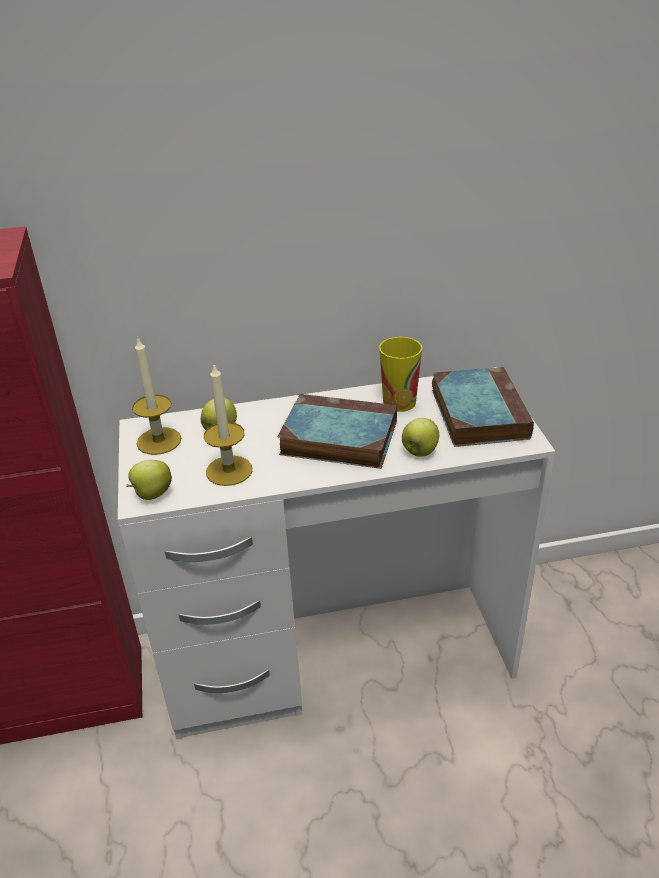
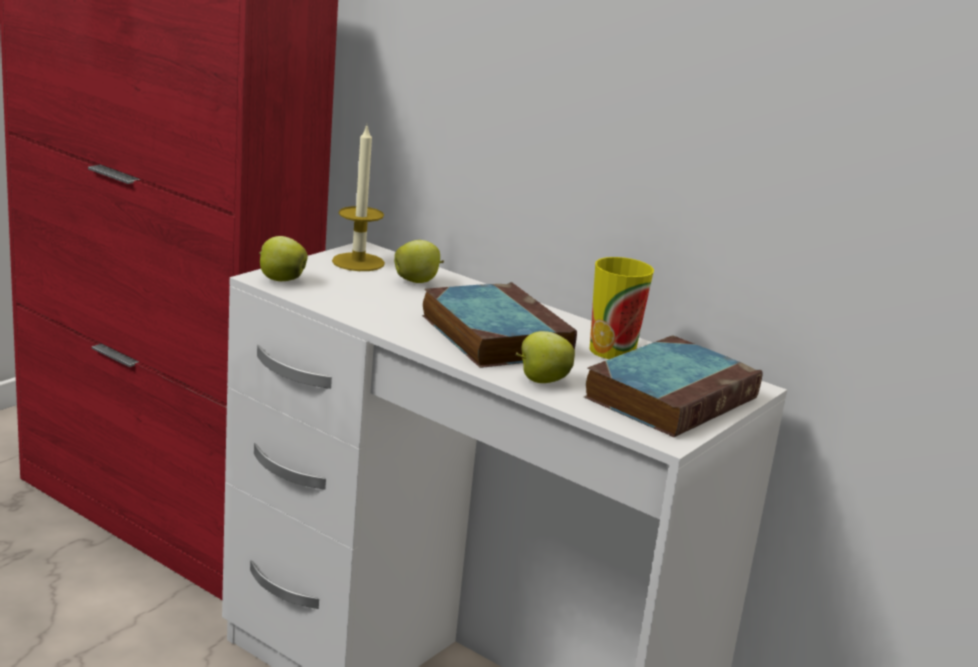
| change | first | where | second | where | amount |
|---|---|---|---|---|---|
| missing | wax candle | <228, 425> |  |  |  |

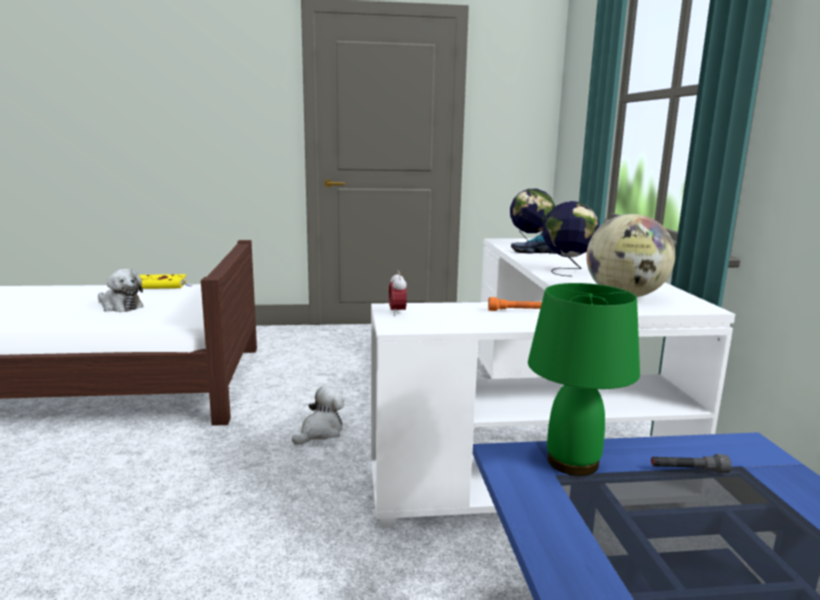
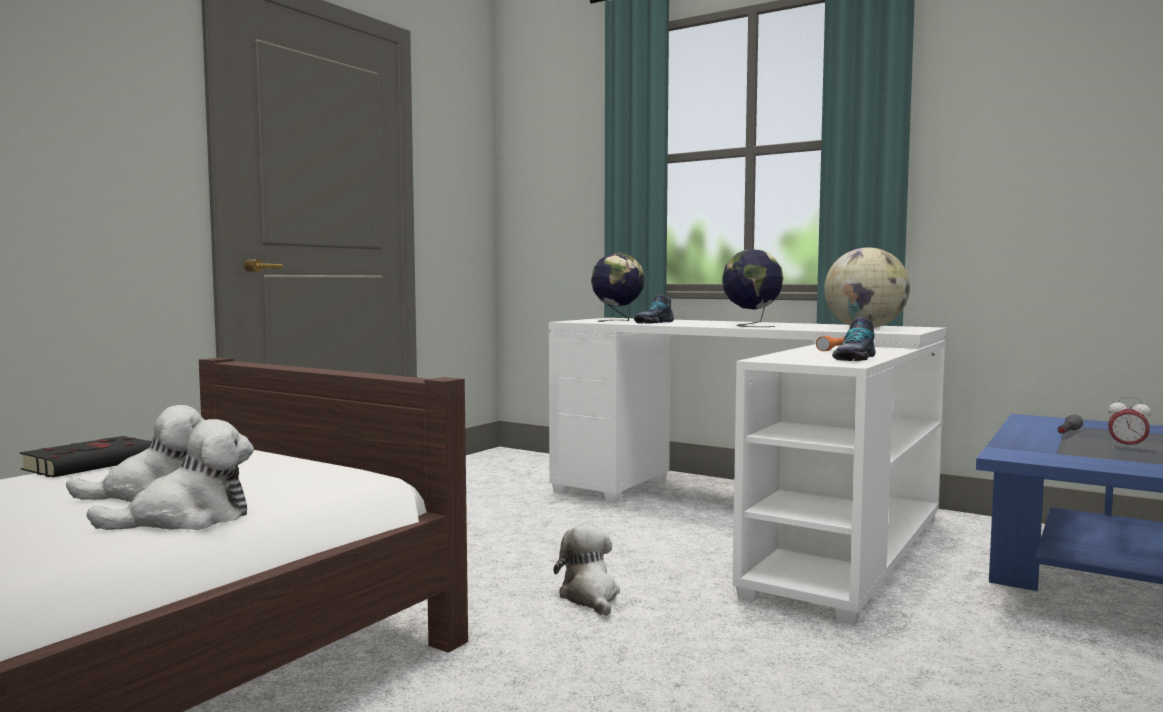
| change | first | where | second | where | amount |
|---|---|---|---|---|---|
| colour | yellow-coloured book | <166, 281> | black-coloured book | <86, 456> |  |
| appeared |  |  | cuddly toy | <170, 474> |  |
| appeared |  |  | low shoe | <854, 339> |  |
| relocated | alarm clock | <398, 293> |  | <1129, 423> |  |
| missing | green-coloured tabletop lamp | <584, 379> |  |  |  |

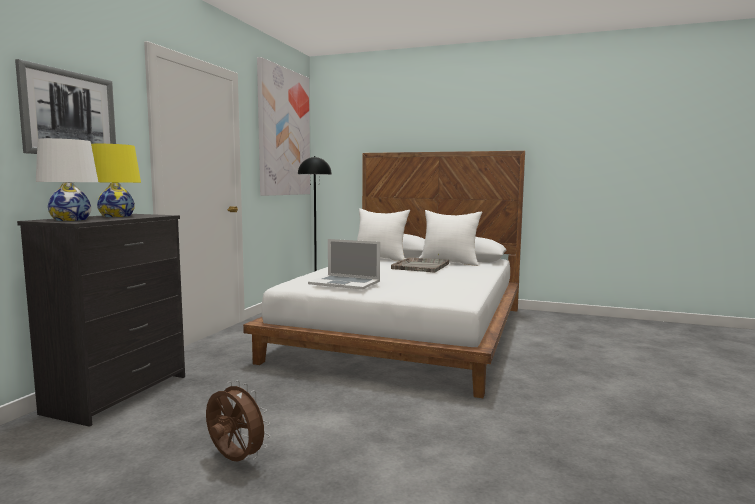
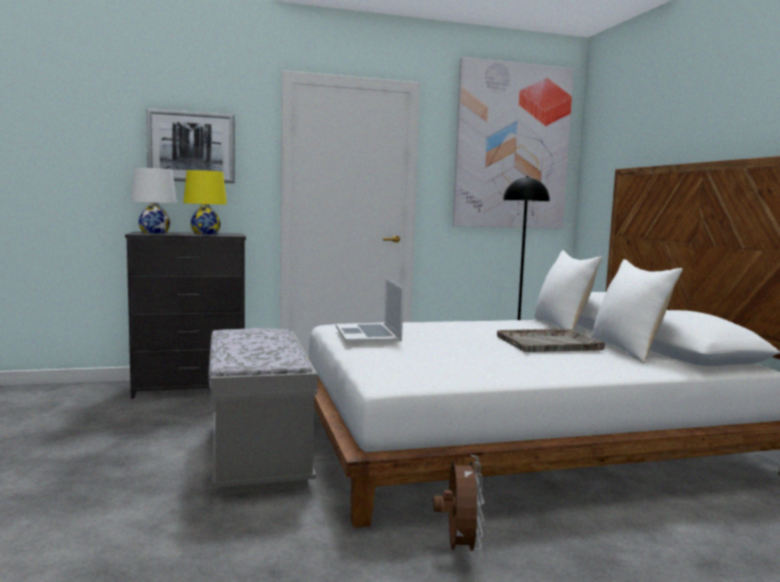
| change | first | where | second | where | amount |
|---|---|---|---|---|---|
| appeared |  |  | greyish bench | <263, 411> |  |
| relocated | brown cooling fan | <238, 421> |  | <458, 506> |  |

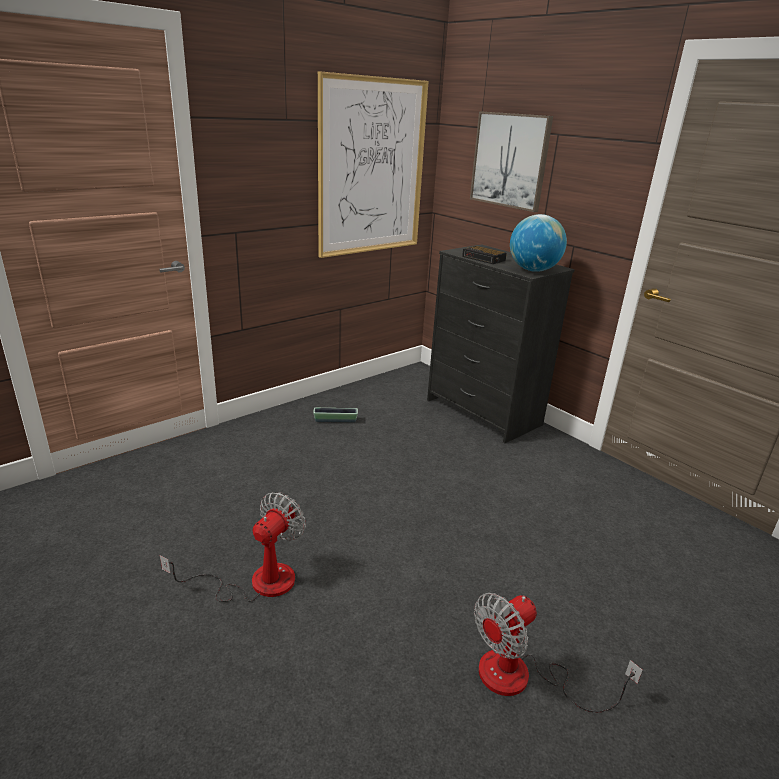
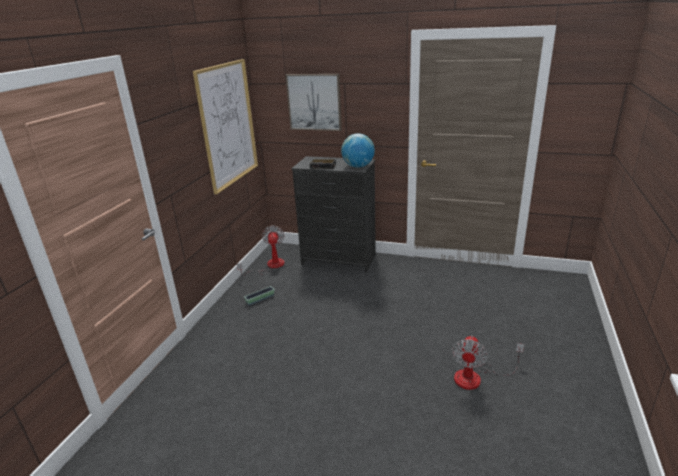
| change | first | where | second | where | amount |
|---|---|---|---|---|---|
| relocated | cooling fan | <232, 547> |  | <261, 250> |  |

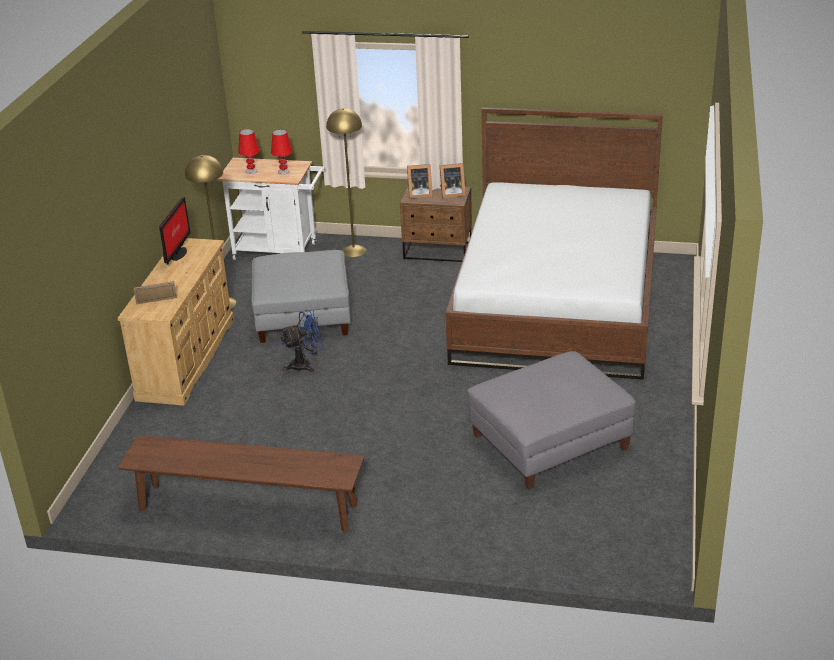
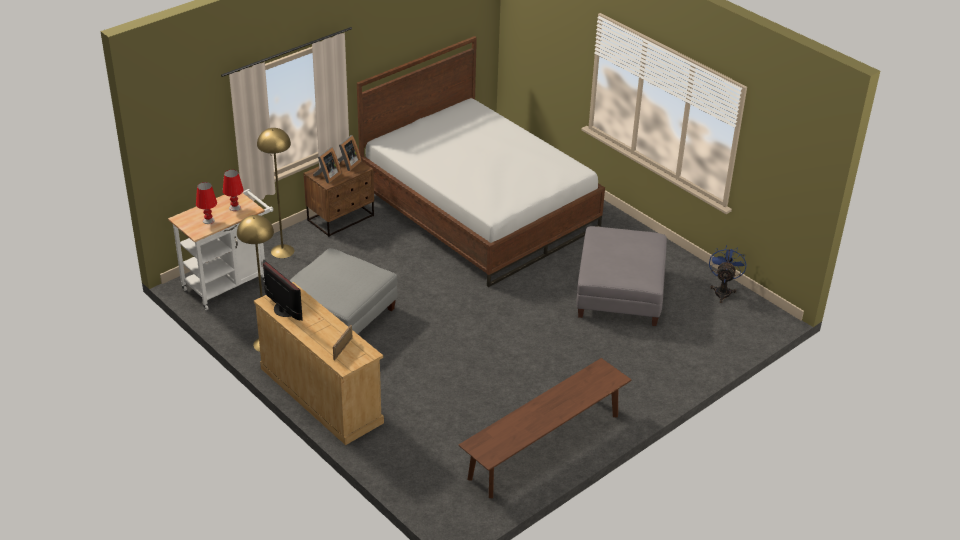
| change | first | where | second | where | amount |
|---|---|---|---|---|---|
| relocated | bluish cooling fan | <302, 341> |  | <728, 274> |  |

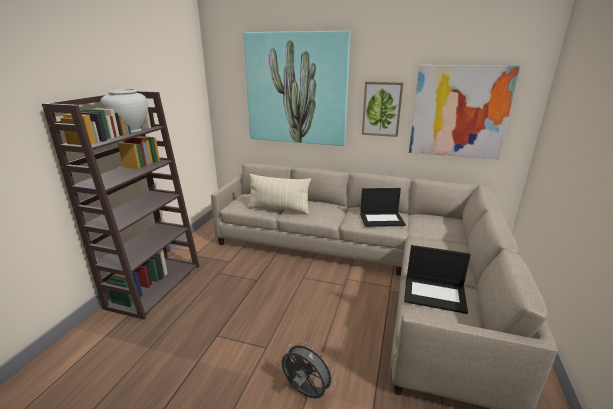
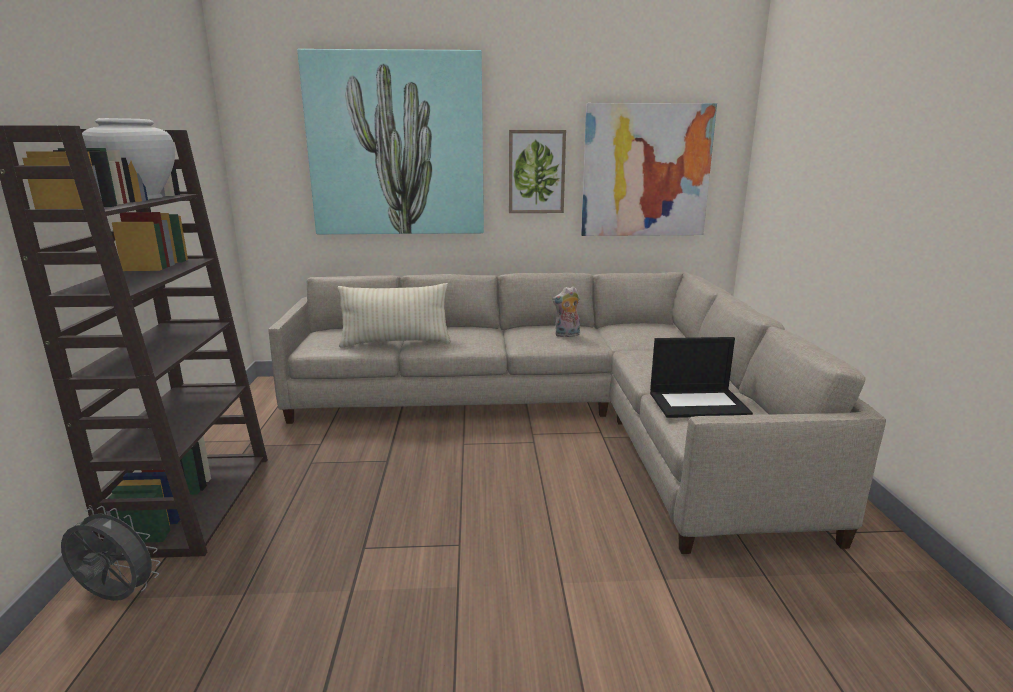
| change | first | where | second | where | amount |
|---|---|---|---|---|---|
| relocated | greyish cooling fan | <308, 370> |  | <110, 553> |  |
| exchanged | notebook computer | <383, 207> | cuddly toy | <566, 311> |  |

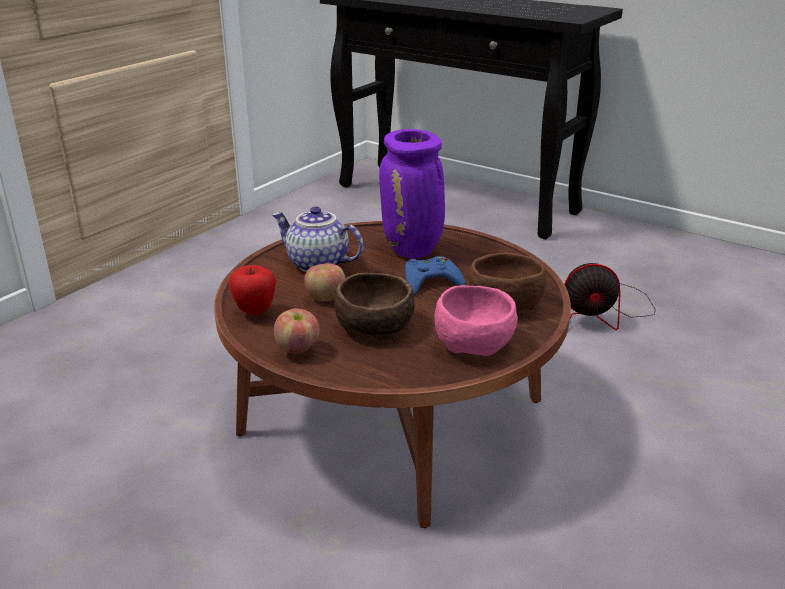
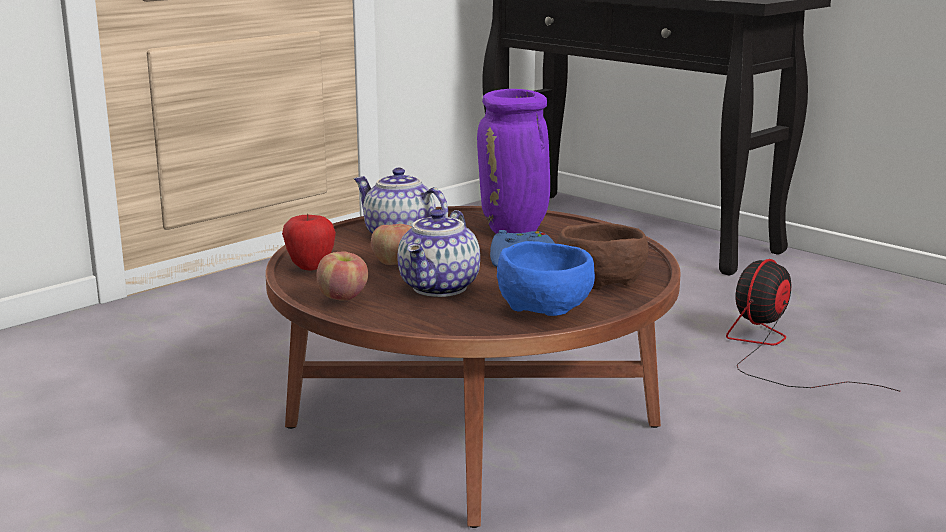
| change | first | where | second | where | amount |
|---|---|---|---|---|---|
| exchanged | brown bowl | <374, 306> | pot for tea | <438, 253> |  |
| colour | pink-coloured bowl | <476, 320> | bluish bowl | <546, 278> |  |
| spun | cooling fan | <610, 296> |  | <813, 325> | 120 degrees clockwise |

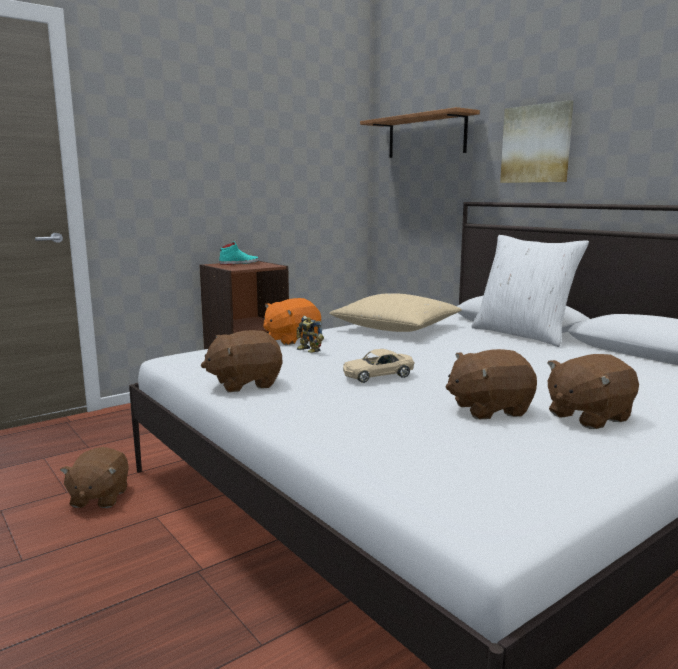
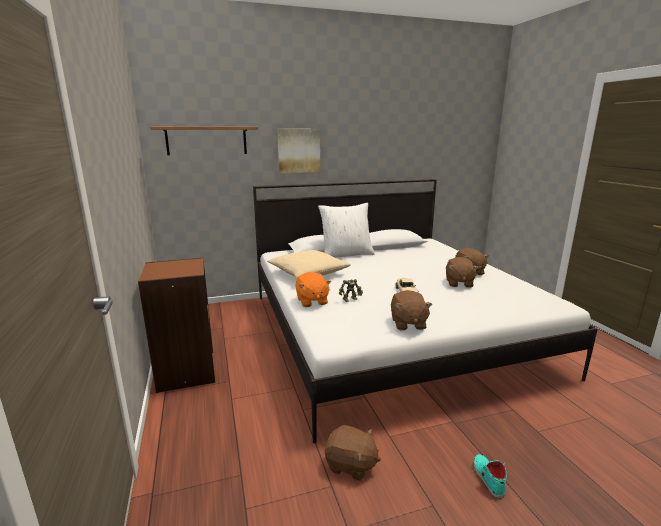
| change | first | where | second | where | amount |
|---|---|---|---|---|---|
| relocated | turquoise-coloured low shoe | <239, 253> |  | <490, 476> |  |

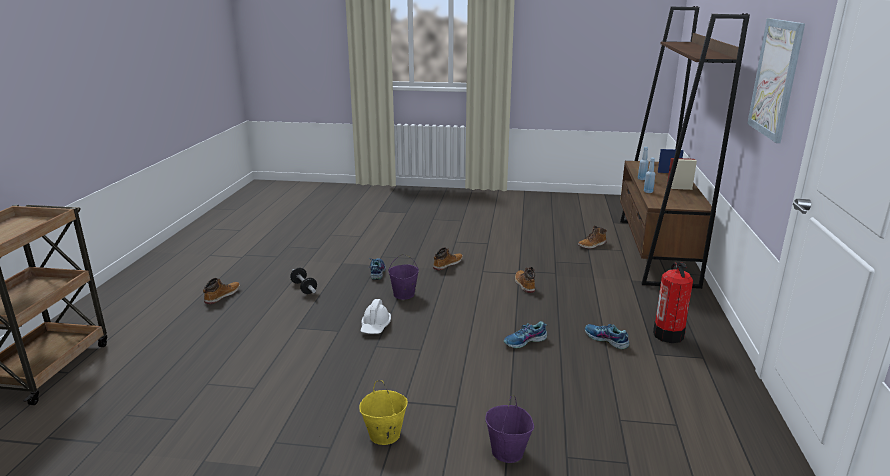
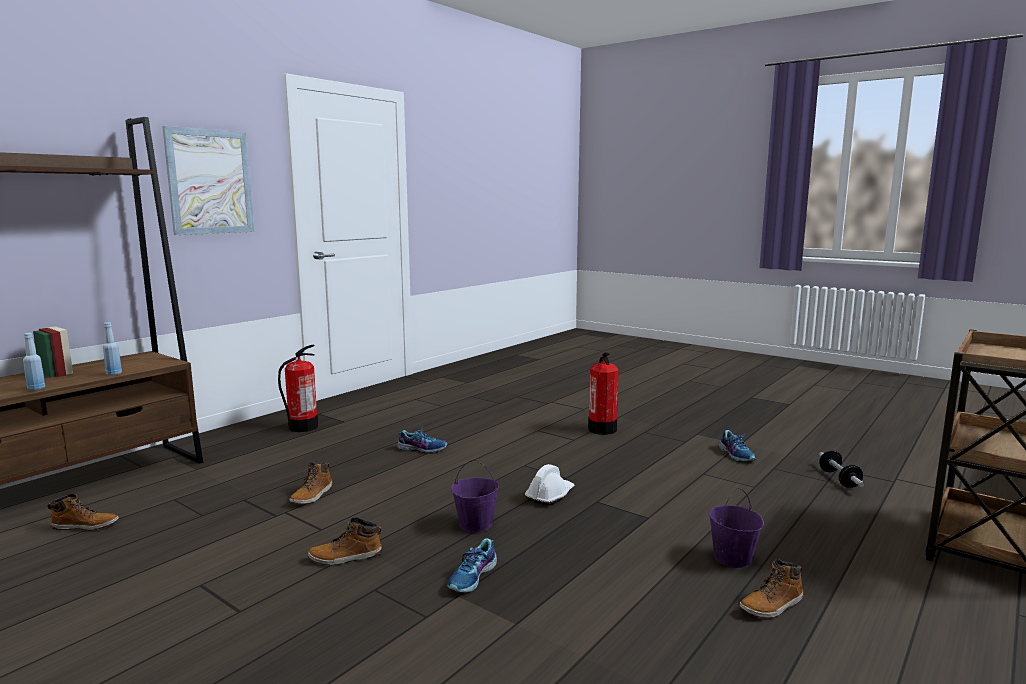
| change | first | where | second | where | amount |
|---|---|---|---|---|---|
| exchanged | yellow-coloured bucket | <383, 412> | fire extinguisher | <603, 394> |  |
| relocated | purplish bucket | <509, 429> |  | <736, 527> |  |
| relocated | low shoe | <607, 336> |  | <737, 446> |  |
| relocated | hand weight | <303, 281> |  | <841, 469> |  |

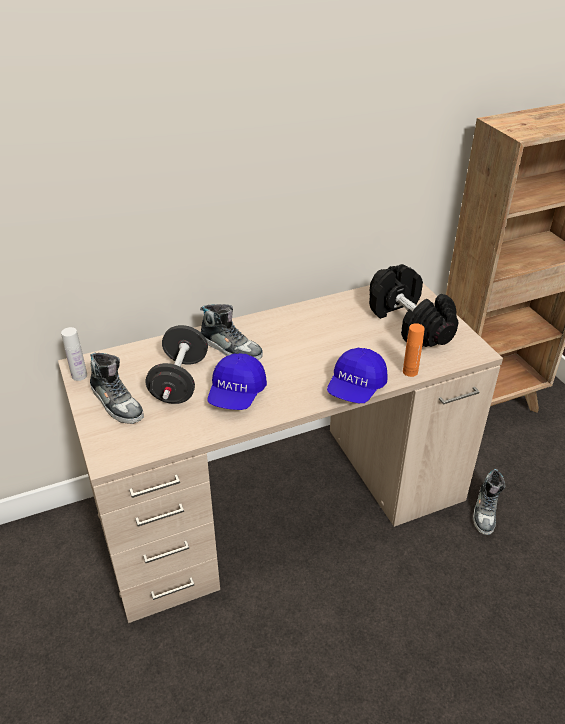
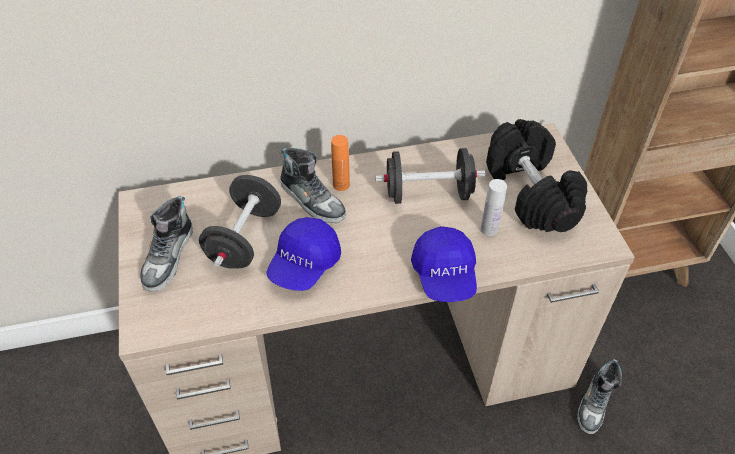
| change | first | where | second | where | amount |
|---|---|---|---|---|---|
| spun | low shoe | <117, 388> |  | <166, 244> | 45 degrees clockwise |
| relocated | orangey drink bottle | <414, 350> |  | <340, 163> |  |
| appeared |  |  | black-coloured hand weight | <430, 176> |  |
| spun | bluish baseball cap | <357, 375> |  | <444, 264> | 45 degrees counterclockwise |
| relocated | white-coloured drink bottle | <74, 354> |  | <494, 207> |  |

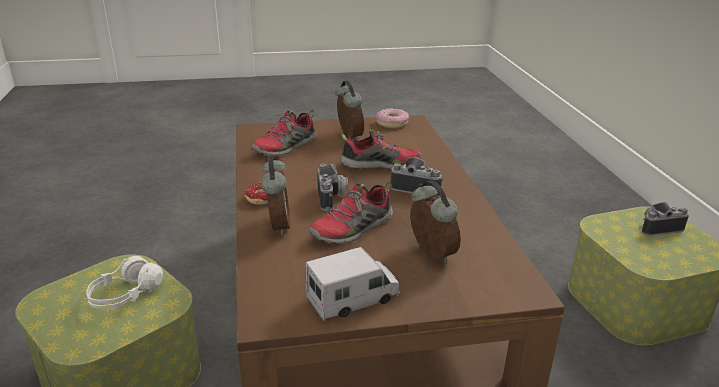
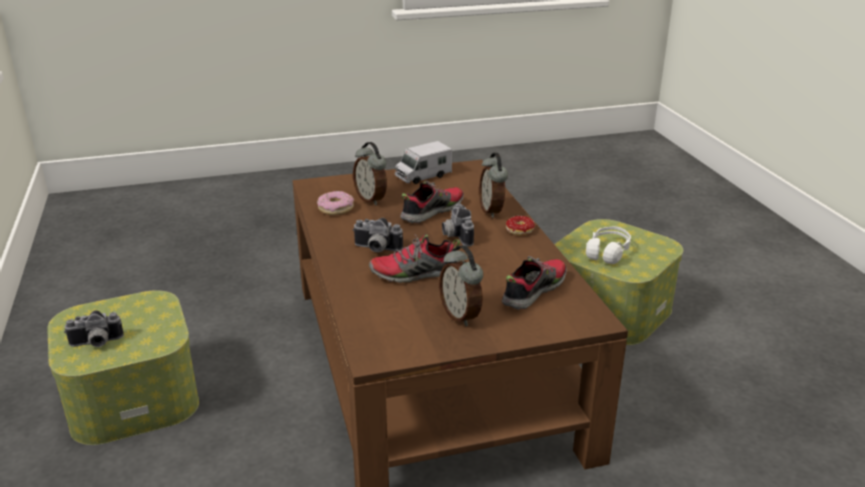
| change | first | where | second | where | amount |
|---|---|---|---|---|---|
| relocated | donut | <392, 118> |  | <335, 203> |  |

